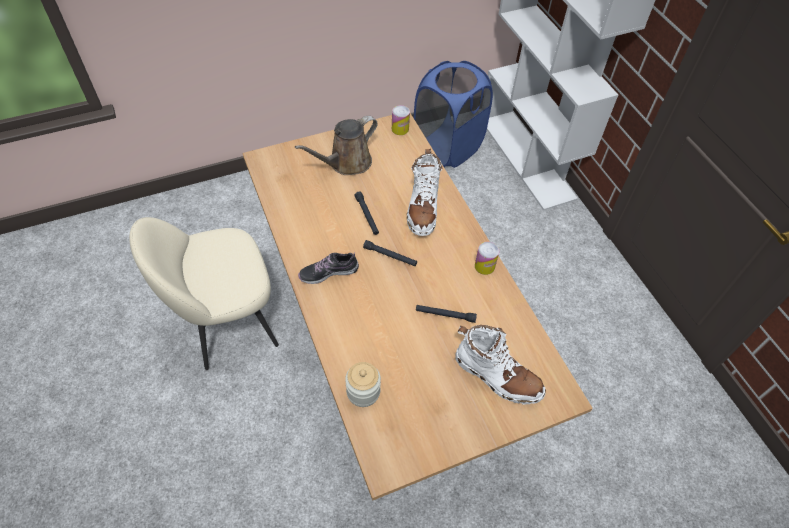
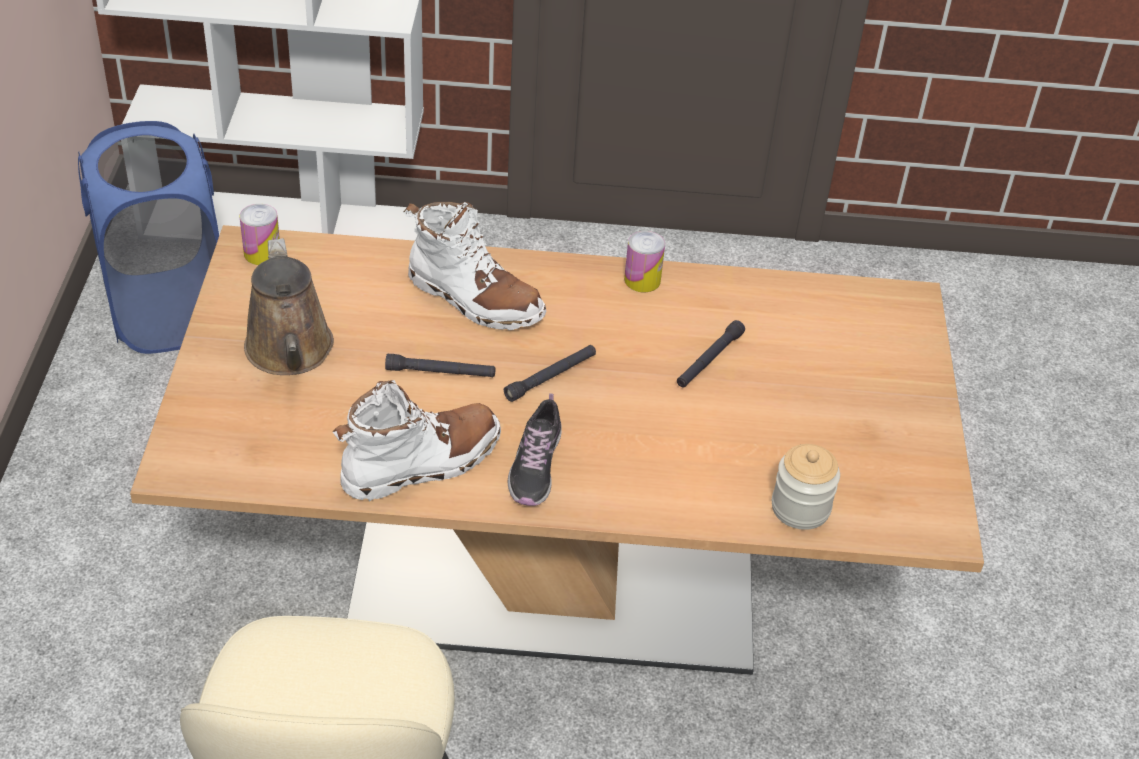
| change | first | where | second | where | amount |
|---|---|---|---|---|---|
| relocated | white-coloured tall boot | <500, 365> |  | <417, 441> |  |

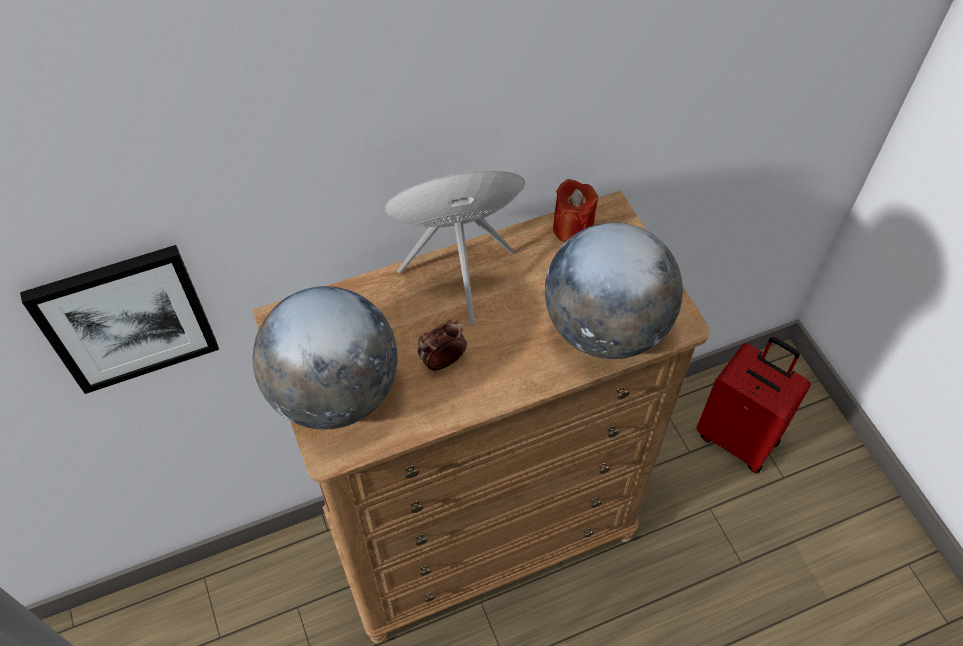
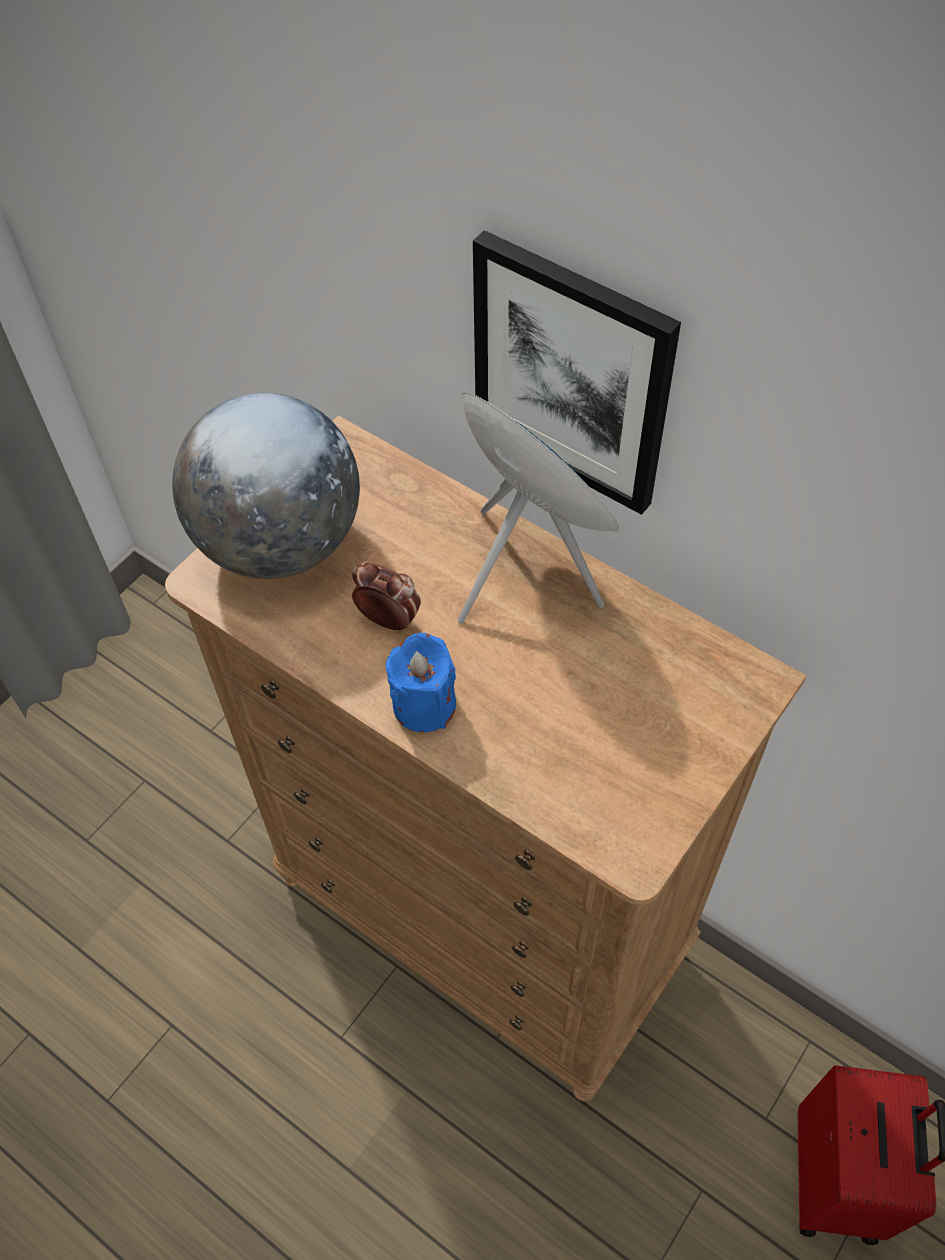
| change | first | where | second | where | amount |
|---|---|---|---|---|---|
| appeared |  |  | bluish wax candle | <420, 682> |  |
| relocated | wall picture | <119, 319> |  | <577, 372> |  |
| missing | globe | <614, 290> |  |  |  |
| missing | red wax candle | <575, 210> |  |  |  |

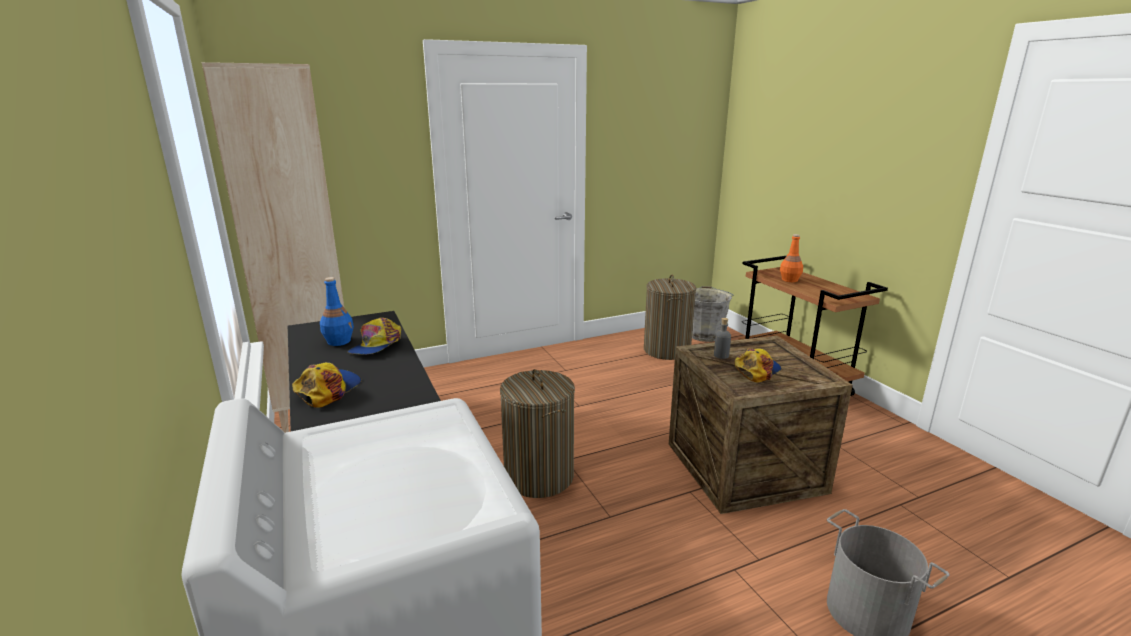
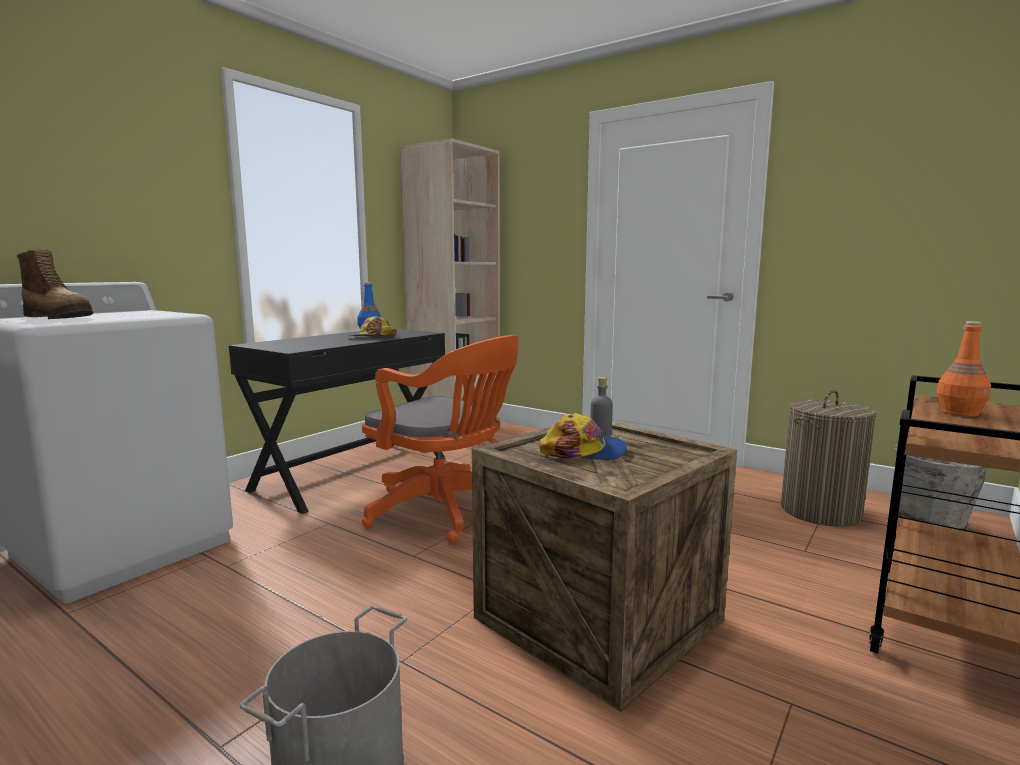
| change | first | where | second | where | amount |
|---|---|---|---|---|---|
| appeared |  |  | tall boot | <55, 284> |  |
| exchanged | laundry basket | <537, 433> | orangey computer chair | <440, 439> |  |
| missing | baseball cap | <326, 385> |  |  |  |

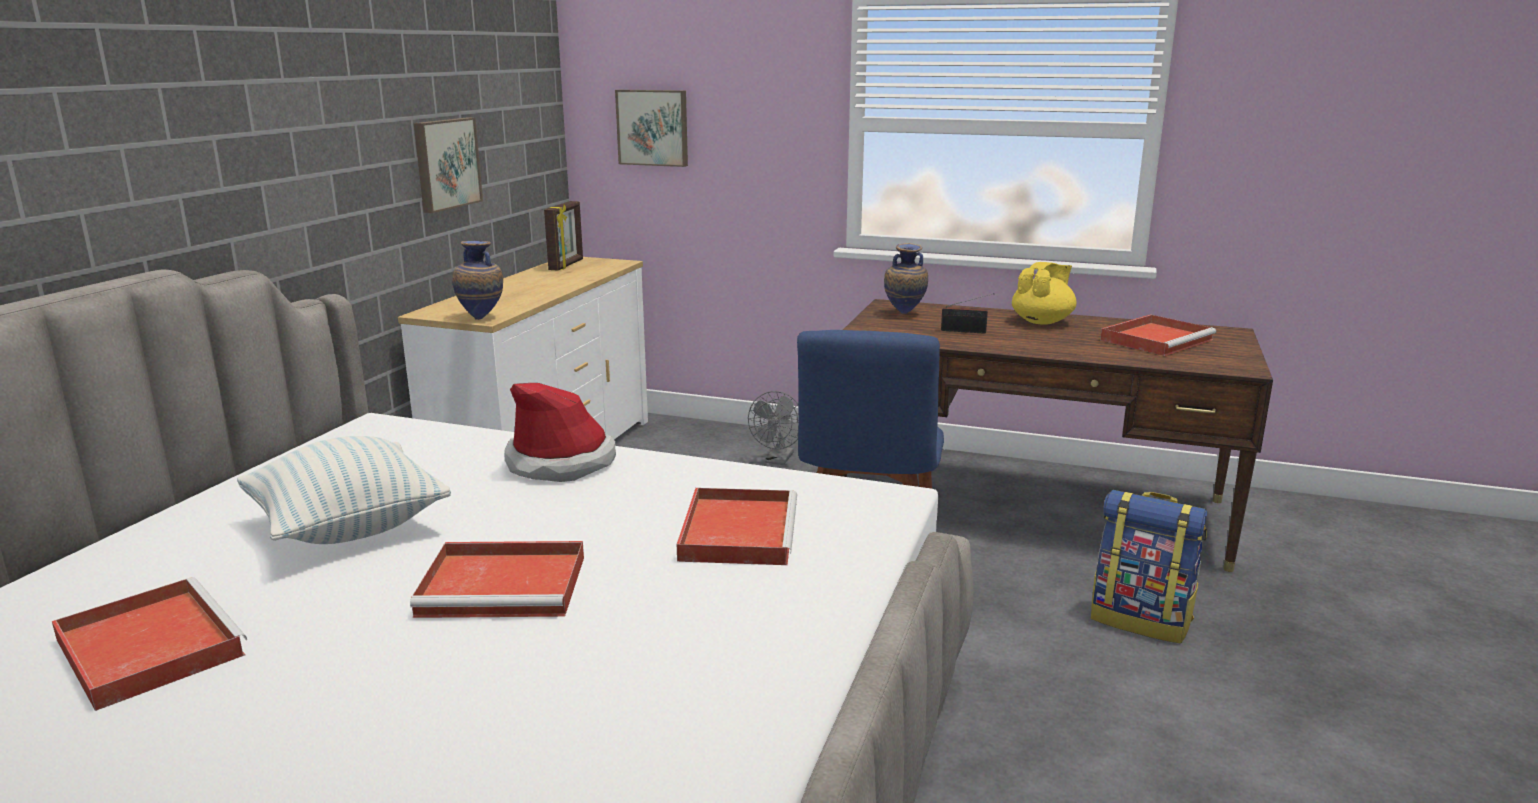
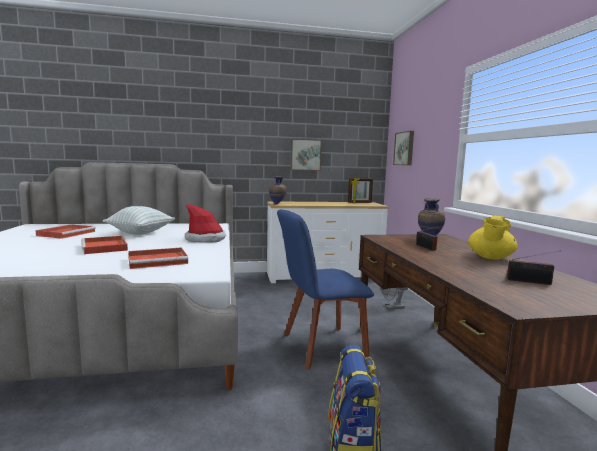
| change | first | where | second | where | amount |
|---|---|---|---|---|---|
| spun | yellow-coloured pot for tea | <1044, 293> |  | <492, 237> | 105 degrees clockwise |
| exchanged | red tray | <1158, 335> | radio | <534, 267> |  |

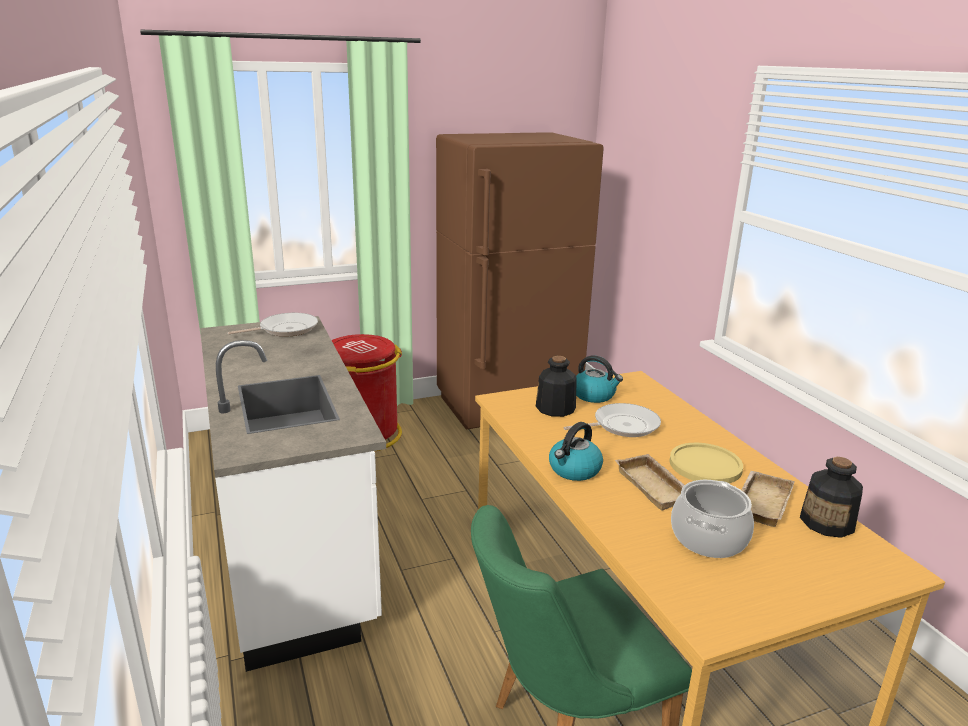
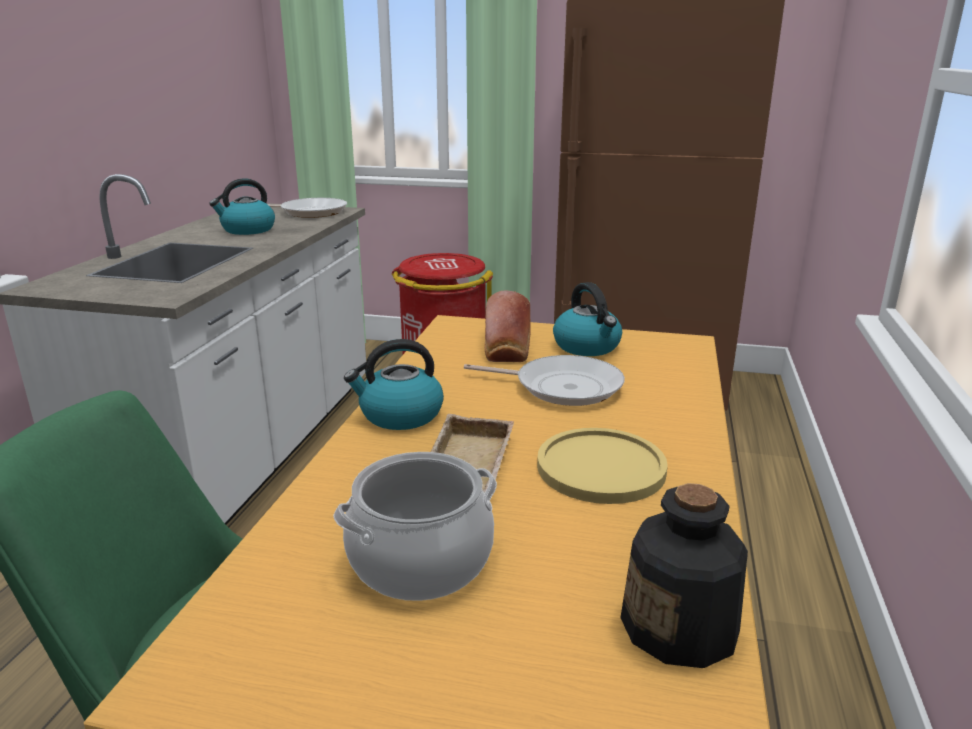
| change | first | where | second | where | amount |
|---|---|---|---|---|---|
| appeared |  |  | water kettle | <242, 206> |  |
| exchanged | drink bottle | <556, 386> | bakery bread | <508, 326> |  |
| missing | beige-coloured tray | <768, 499> |  |  |  |

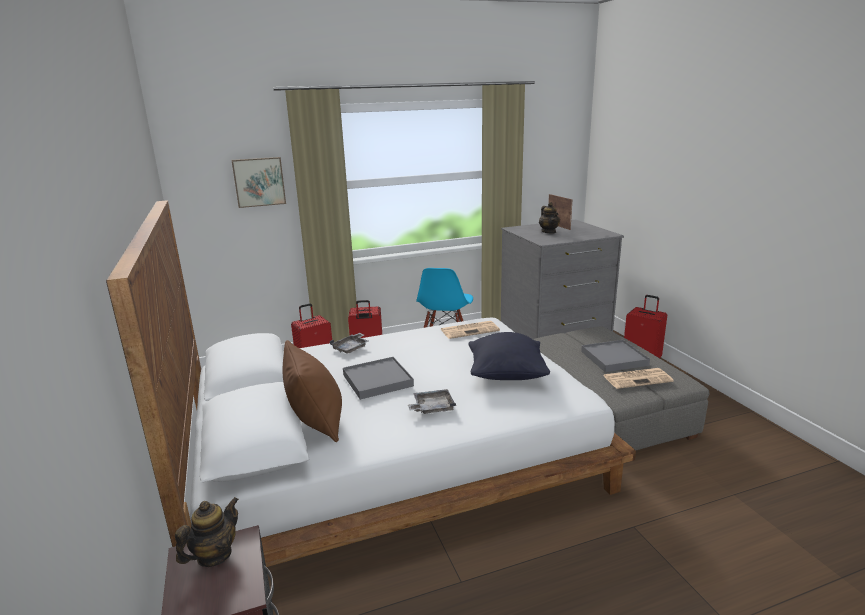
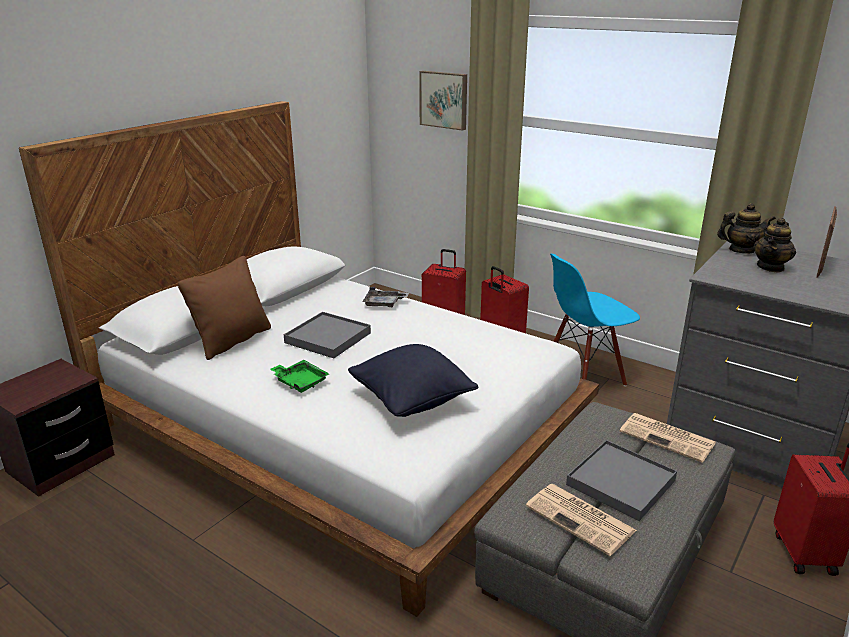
| change | first | where | second | where | amount |
|---|---|---|---|---|---|
| colour | greyish tray | <432, 401> | green-coloured tray | <299, 376> |  |
| relocated | daily paper | <470, 330> |  | <668, 438> |  |
| relocated | pot for tea | <207, 532> |  | <746, 228> |  |

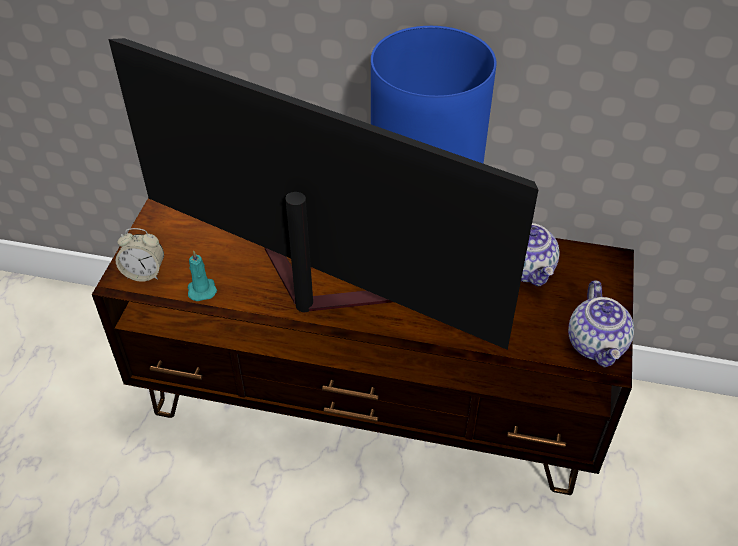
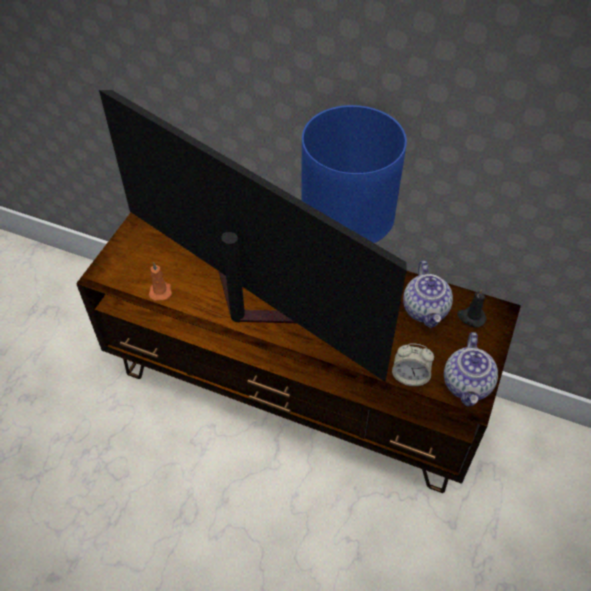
| change | first | where | second | where | amount |
|---|---|---|---|---|---|
| colour | turquoise-coloured wax candle | <202, 275> | orangey wax candle | <160, 282> |  |
| relocated | alarm clock | <140, 255> |  | <413, 364> |  |
| appeared |  |  | black-coloured wax candle | <472, 308> |  |

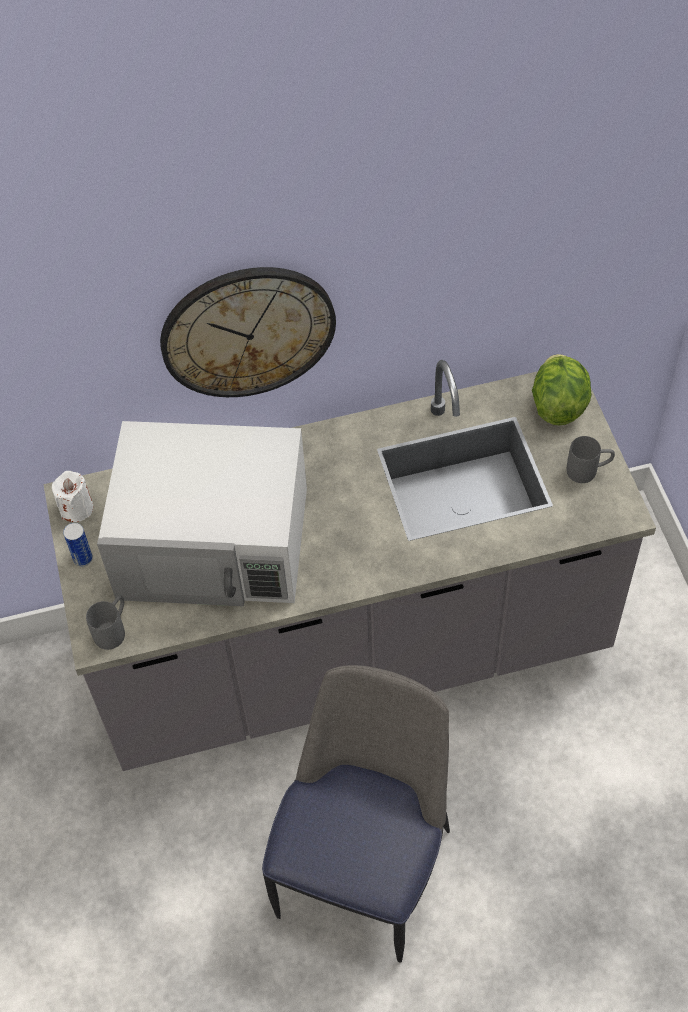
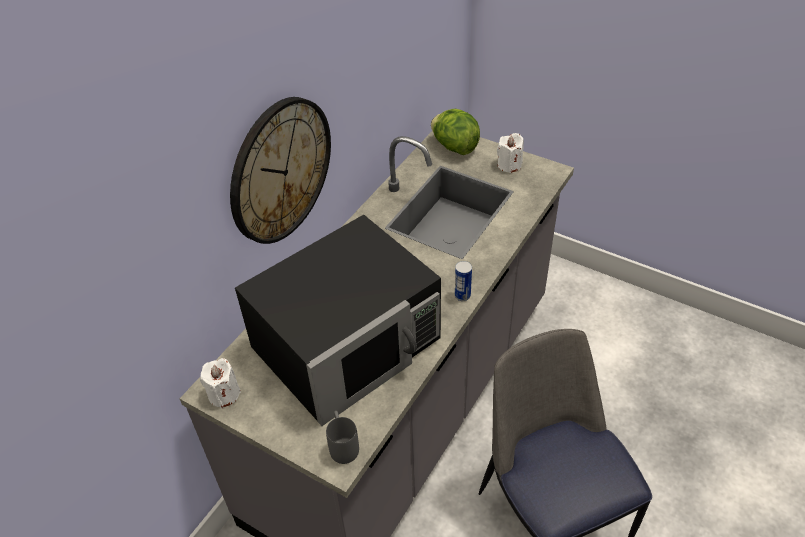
| change | first | where | second | where | amount |
|---|---|---|---|---|---|
| colour | white-coloured microwave | <202, 514> | black-coloured microwave | <338, 320> |  |
| relocated | can | <78, 545> |  | <463, 281> |  |
| exchanged | greyish tea mug | <590, 459> | white-coloured wax candle | <510, 153> |  |

